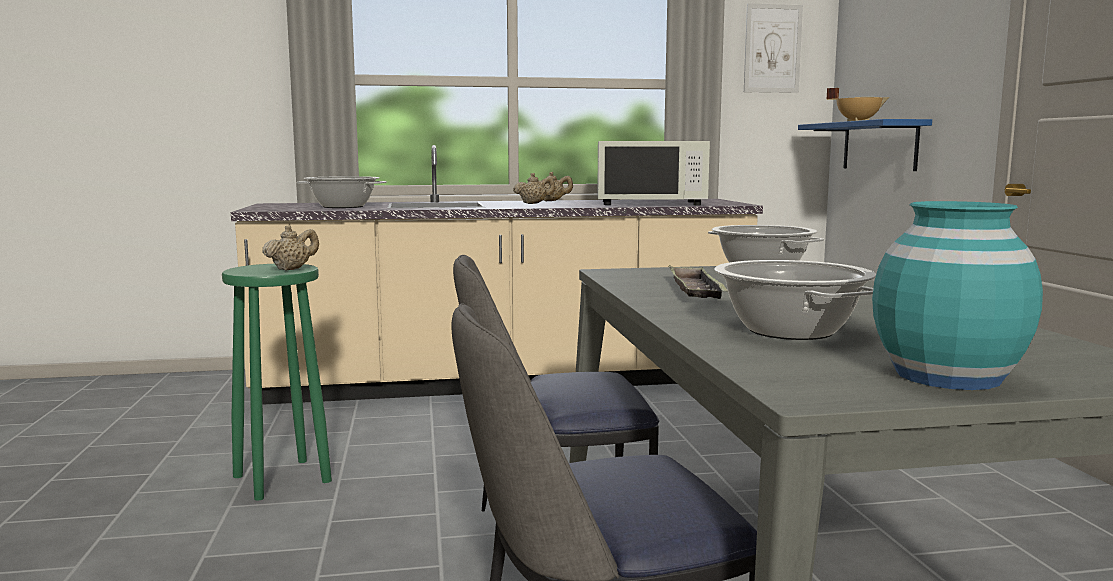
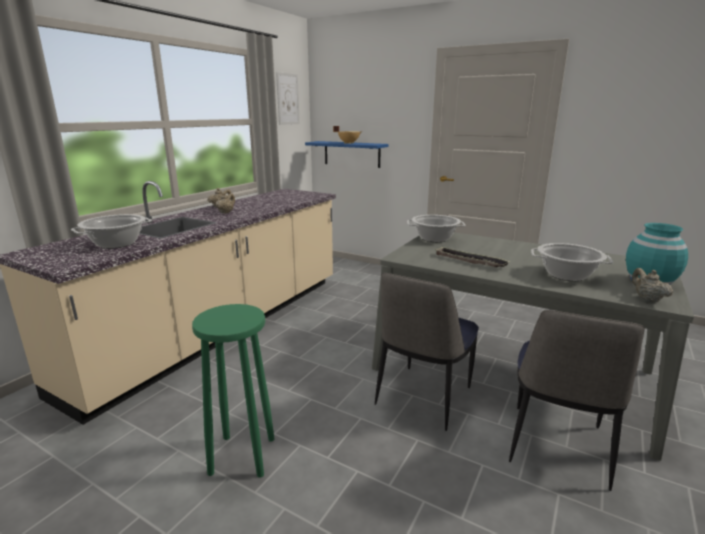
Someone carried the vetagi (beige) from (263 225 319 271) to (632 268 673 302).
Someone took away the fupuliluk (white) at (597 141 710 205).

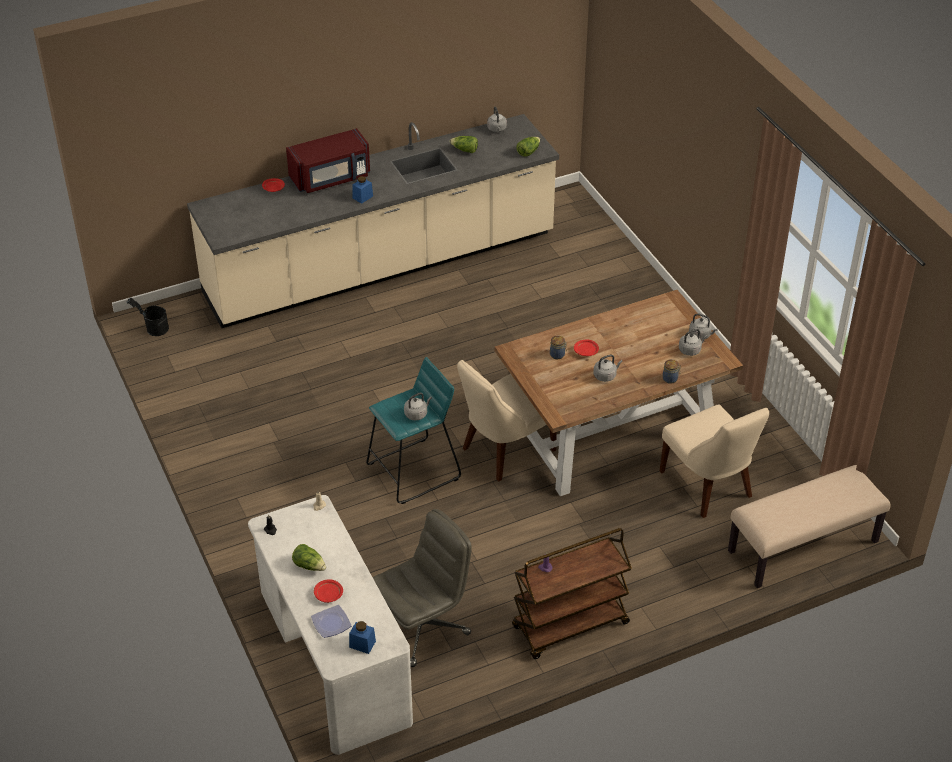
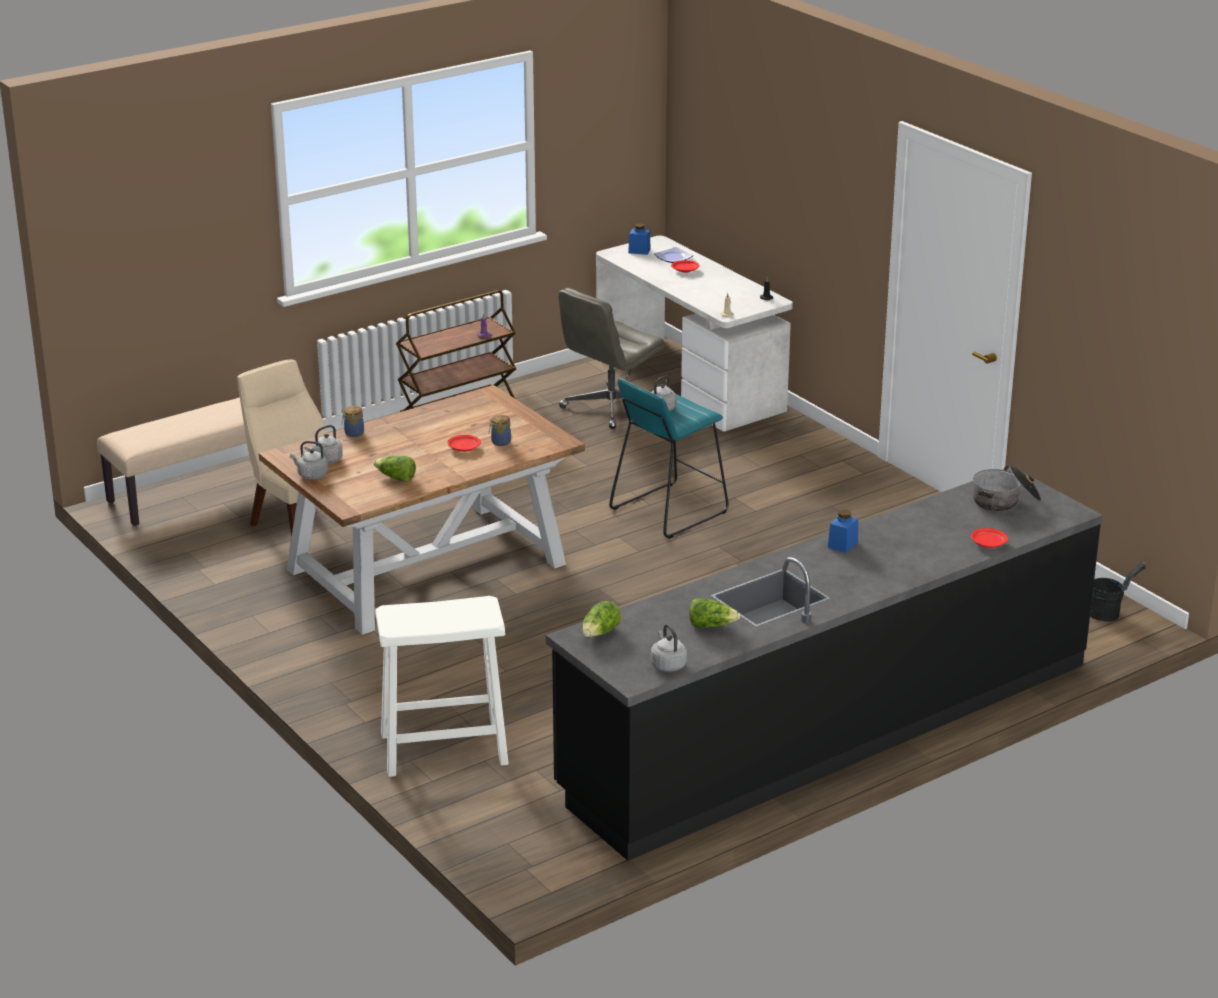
Someone carried the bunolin from (292 544 326 571) to (374 456 416 482).
Someone put down the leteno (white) at (375 596 509 777).
Someone repainted the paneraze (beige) at (187 114 559 328), which became the paneraze (black) at (546 468 1103 861).
Someone put down the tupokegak at (973 465 1041 511).
Someone took away the fupuliluk (red) at (286 128 370 193).
Someone took away the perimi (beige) at (457 360 557 481).
Someone took away the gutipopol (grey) at (593 355 623 382).

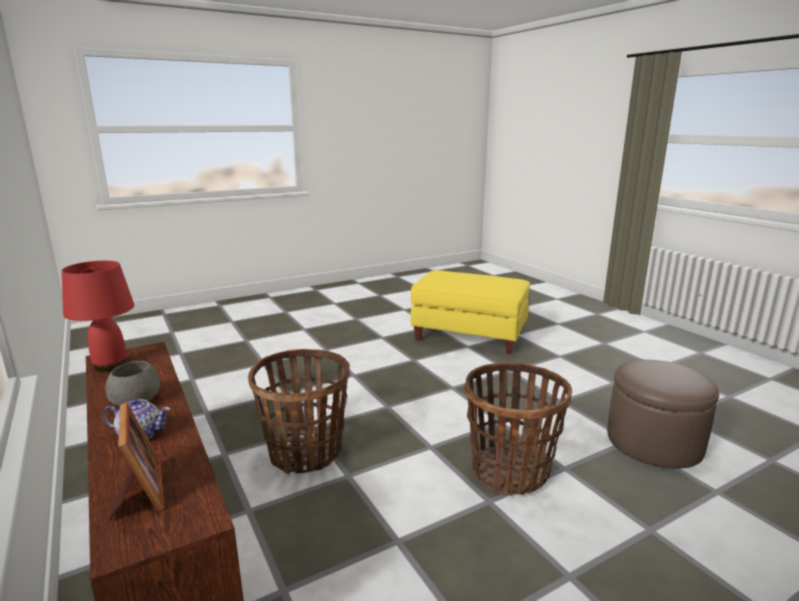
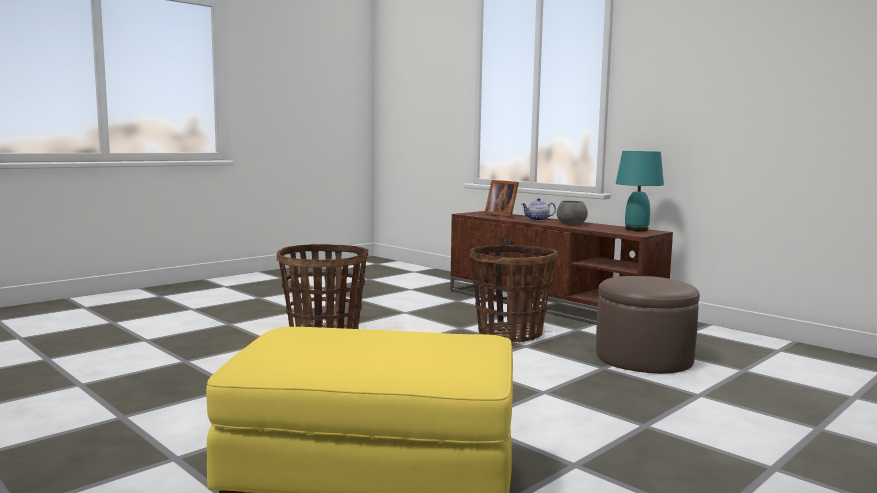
Someone carried the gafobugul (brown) from (607 360 719 469) to (596 276 700 374).
Someone repainted the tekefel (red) at (62 261 134 372), which became the tekefel (turquoise) at (616 151 664 231).

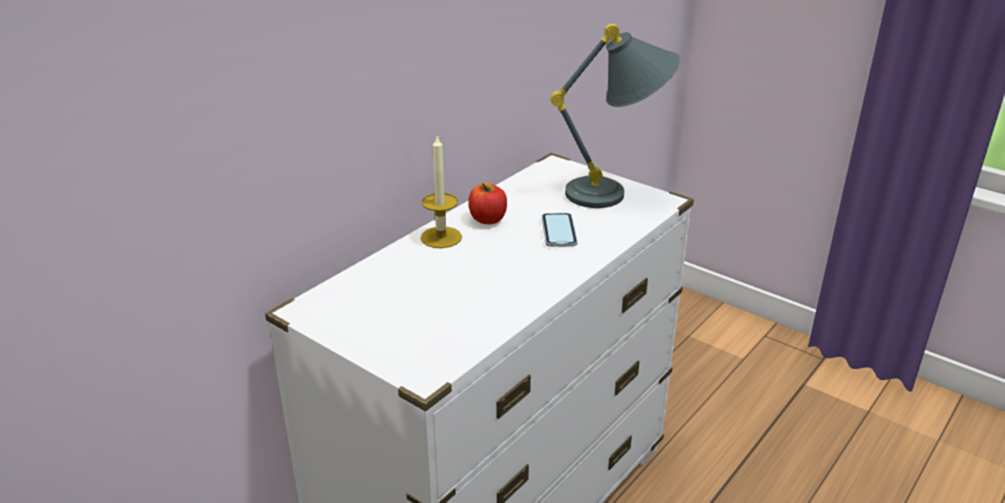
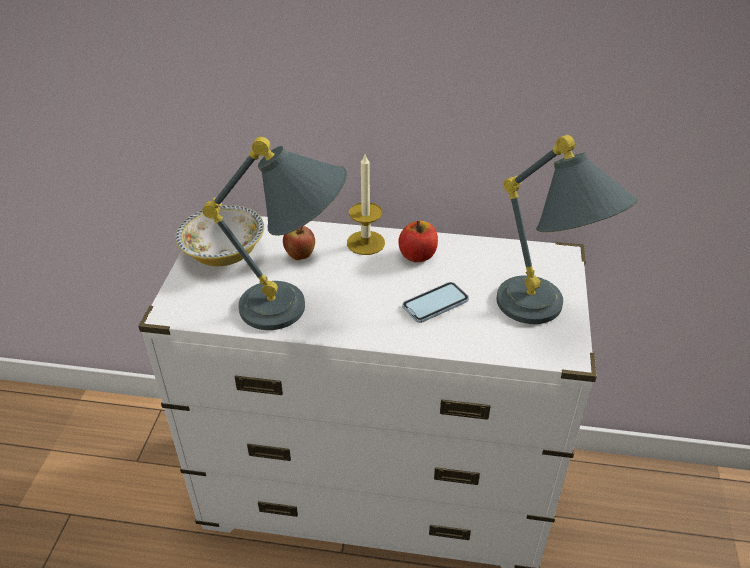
Someone put down the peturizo at (175 205 264 266).
Someone put down the tekefel (grey) at (202 137 347 330).
Someone put down the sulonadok at (283 226 315 260).

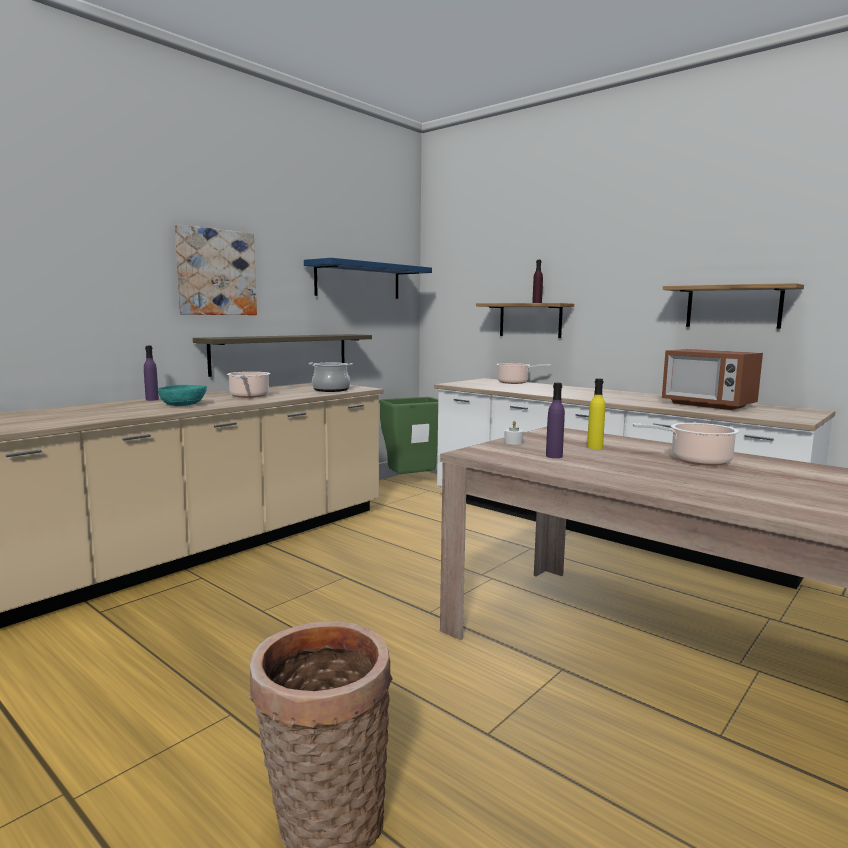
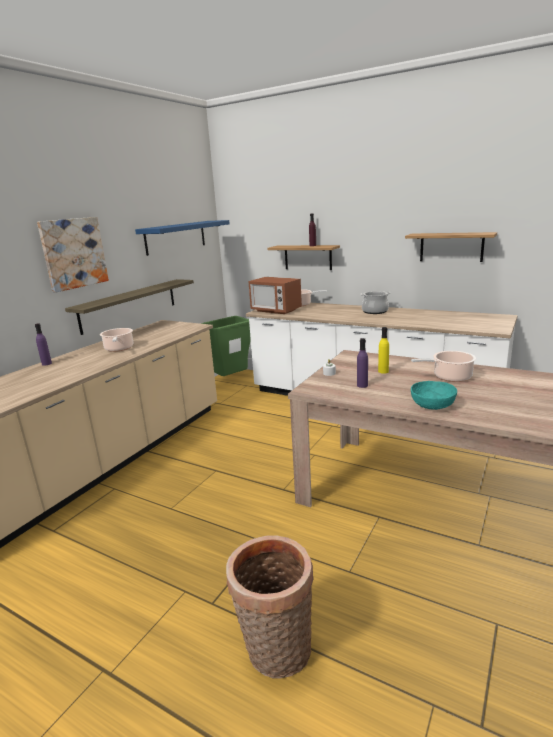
Someone carried the fupuliluk from (662 349 763 410) to (248 277 302 314).
Someone carried the tupokegak from (309 362 353 392) to (360 291 391 314).
Someone carried the peturizo (turquoise) from (158 385 207 406) to (411 381 457 410).

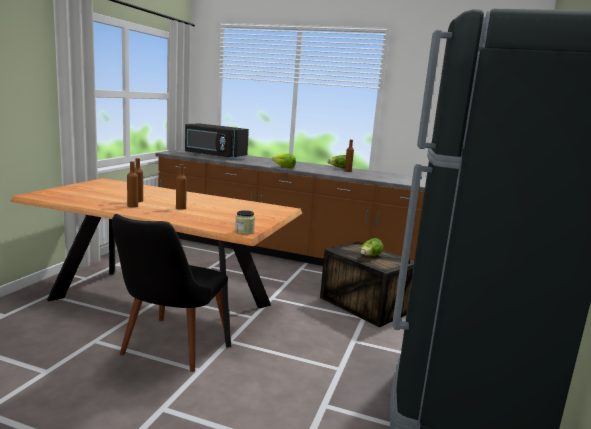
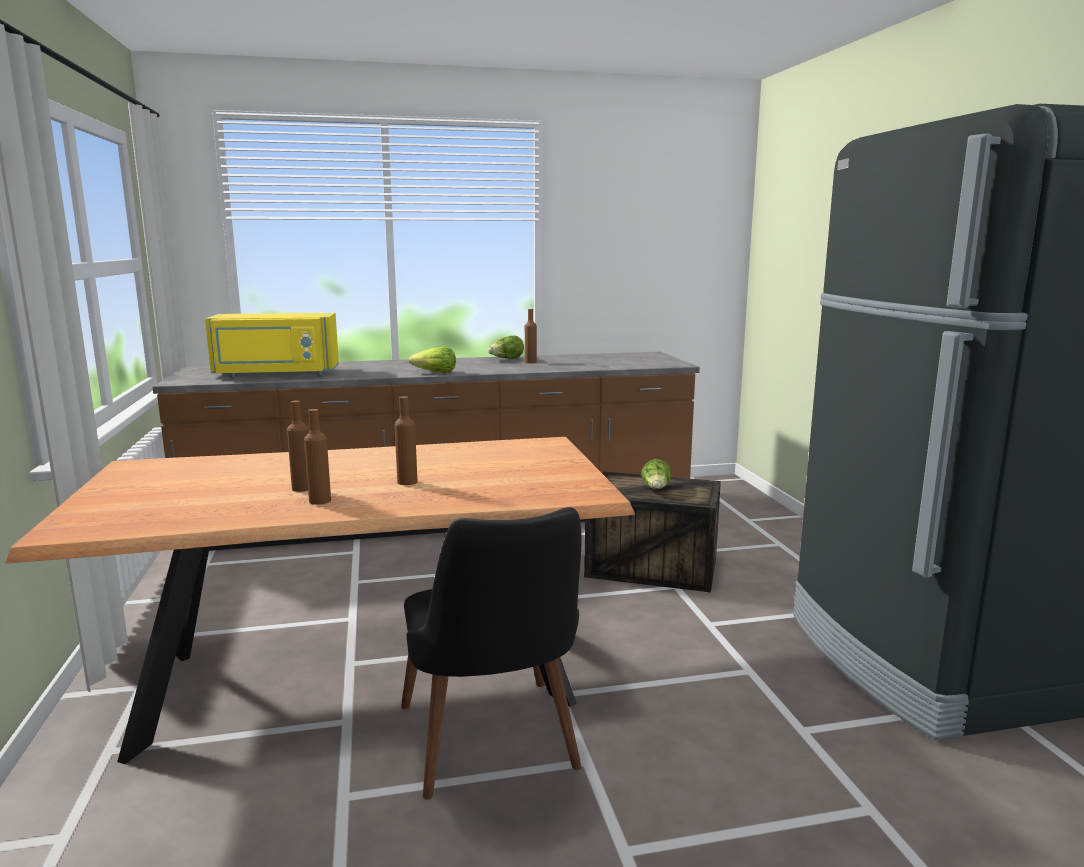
Someone repainted the fupuliluk (black) at (185 123 249 160), which became the fupuliluk (yellow) at (205 313 339 377).
Someone took away the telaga at (235 210 255 235).

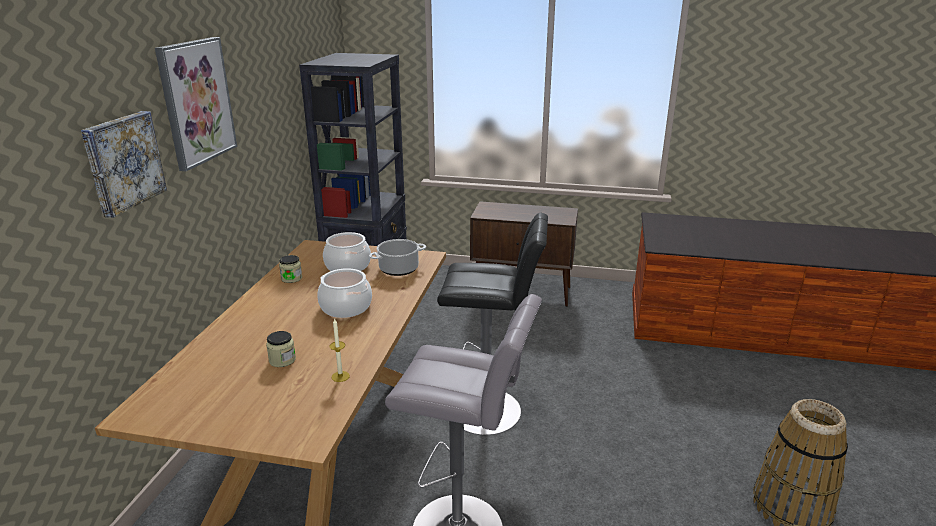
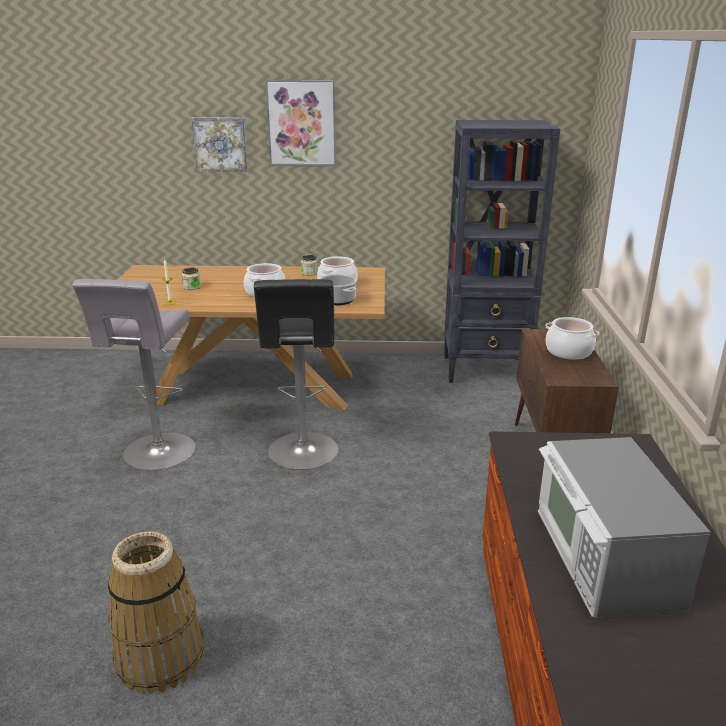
Someone put down the fupuliluk at (538 437 710 618).
Someone put down the tupokegak at (546 317 599 360).

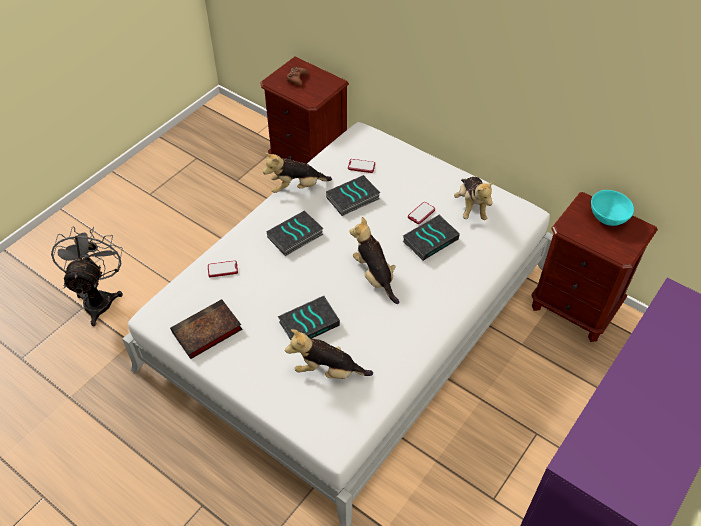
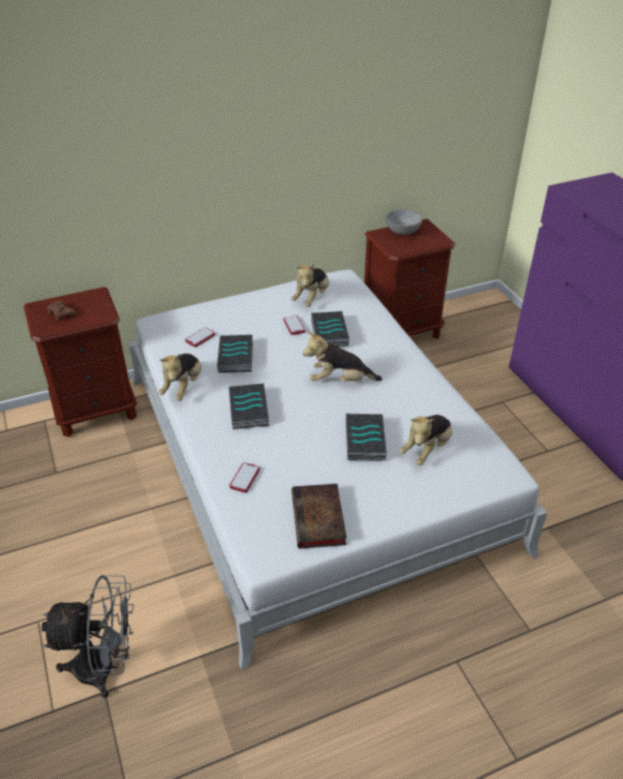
Someone rotated the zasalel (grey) at (51 226 123 326) by 150 degrees clockwise.
Someone rotated the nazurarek at (454 177 494 220) by 90 degrees clockwise.
Someone repainted the peturizo (turquoise) at (591 190 634 226), which became the peturizo (grey) at (386 210 423 235).

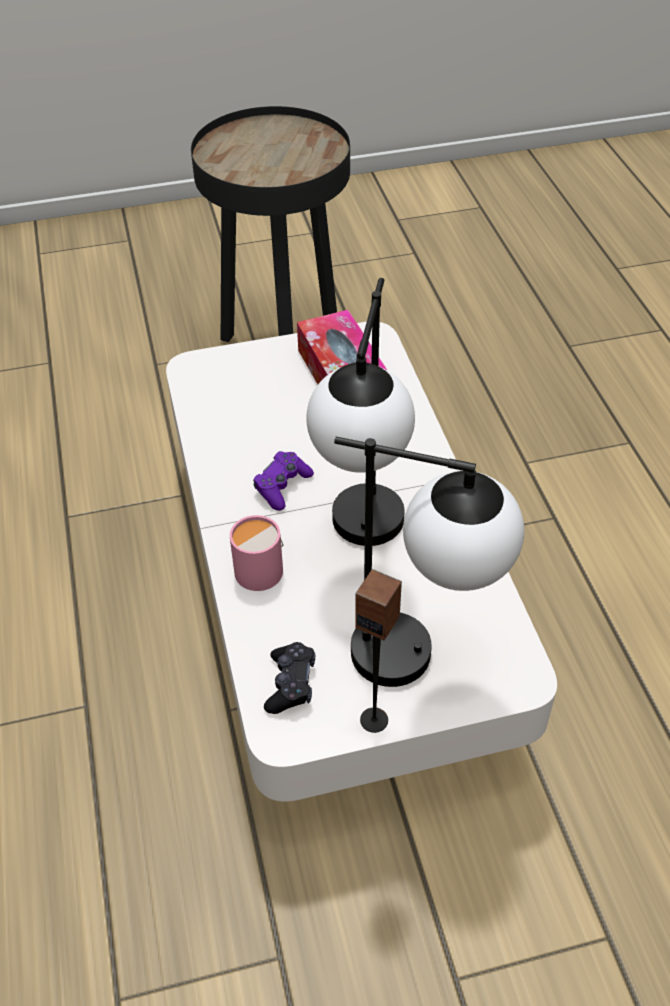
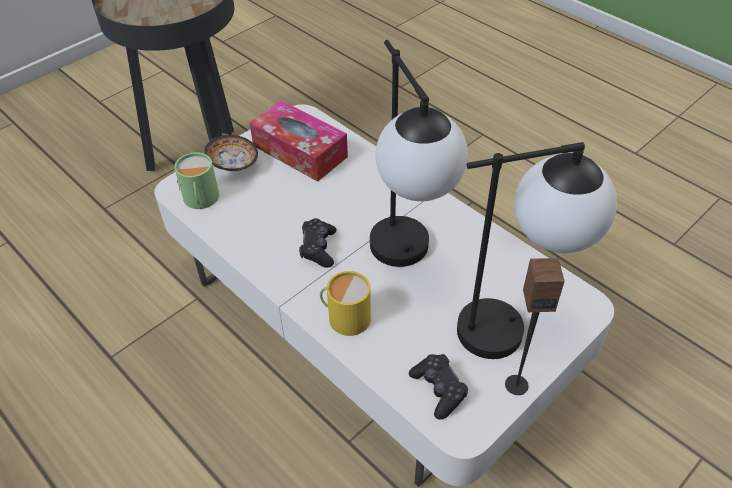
Someone put down the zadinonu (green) at (174 152 219 209).
Someone put down the peturizo at (204 135 258 171).
Someone repainted the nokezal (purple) at (253 451 314 511), which became the nokezal (black) at (299 218 337 268).
Someone repainted the zadinonu (pink) at (230 515 283 591), which became the zadinonu (yellow) at (320 271 371 336).

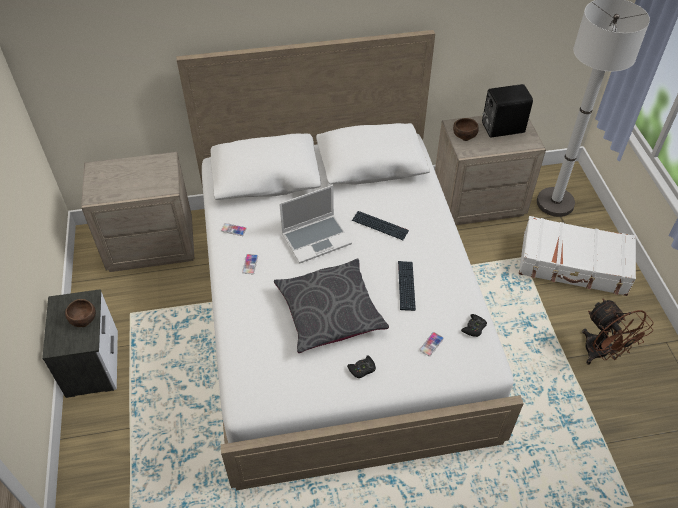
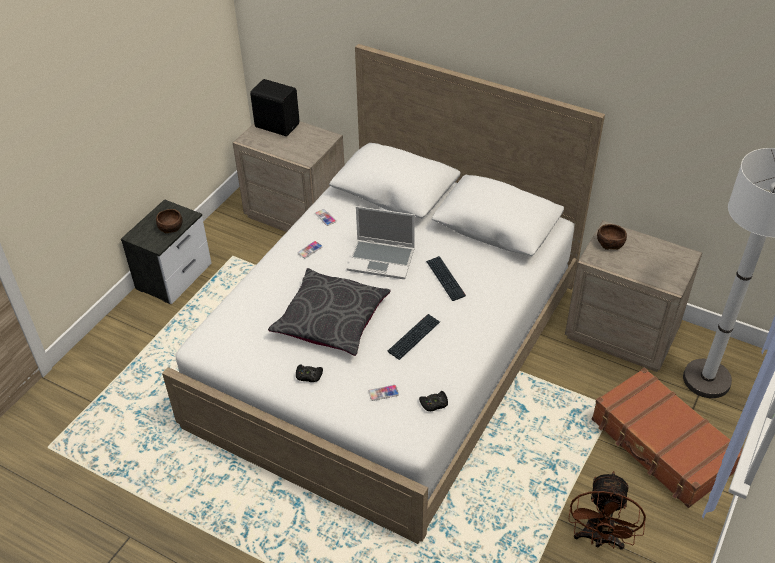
Someone carried the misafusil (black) from (482 84 533 138) to (250 79 299 136).
Someone repainted the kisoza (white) at (519 216 636 296), which became the kisoza (brown) at (592 368 743 508).

